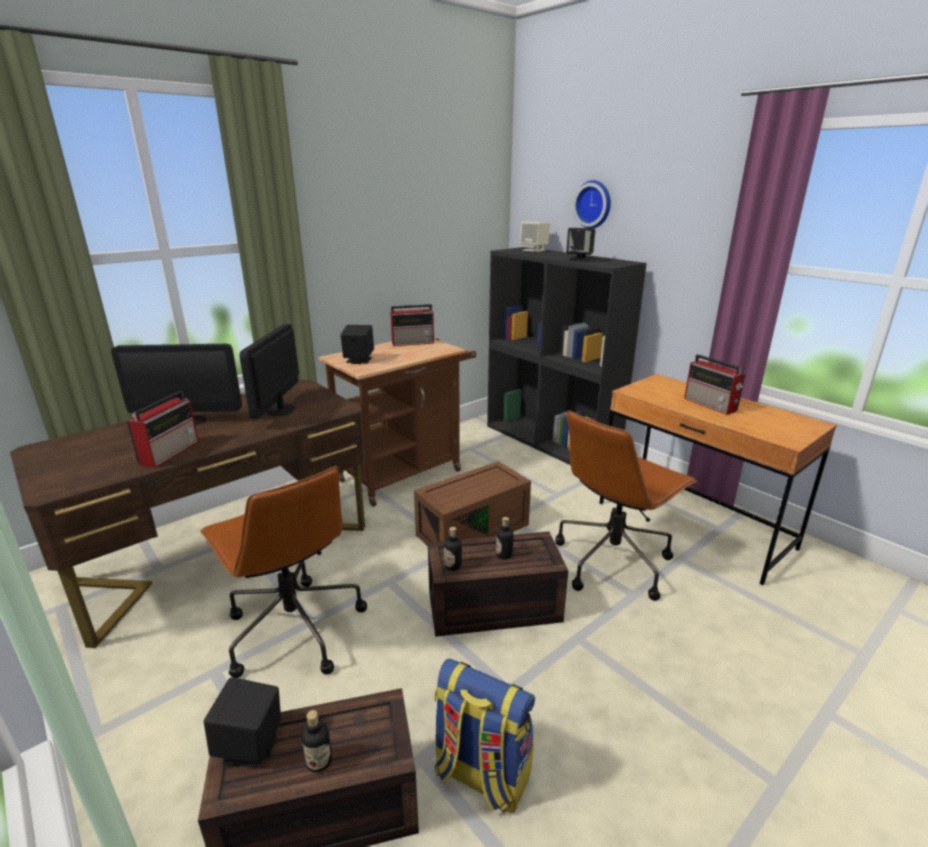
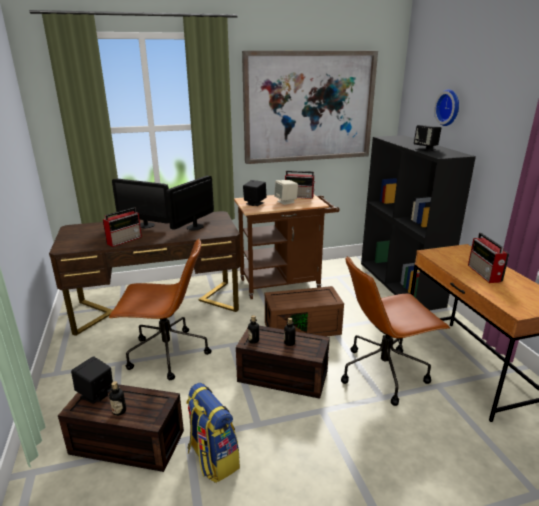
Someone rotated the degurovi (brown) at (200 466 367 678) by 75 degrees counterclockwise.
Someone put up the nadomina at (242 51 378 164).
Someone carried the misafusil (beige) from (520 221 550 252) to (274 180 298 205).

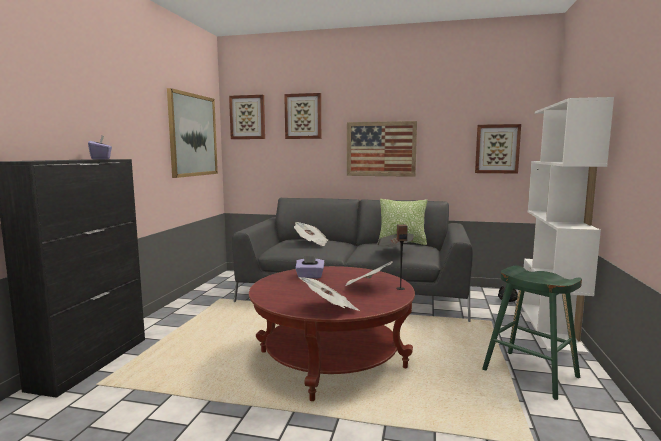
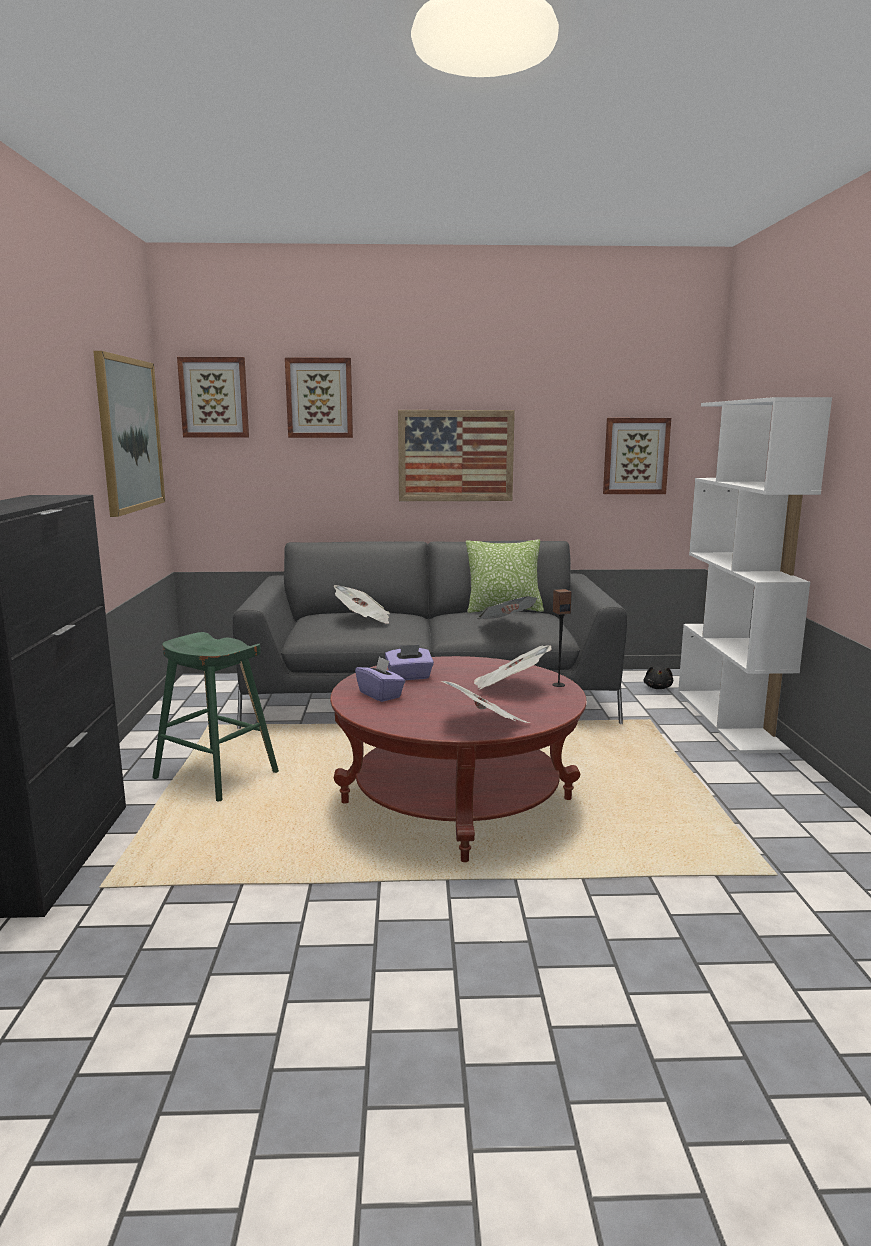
Someone carried the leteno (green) from (482 265 582 400) to (152 632 279 801).
Someone carried the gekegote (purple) from (88 136 112 159) to (355 656 405 702).

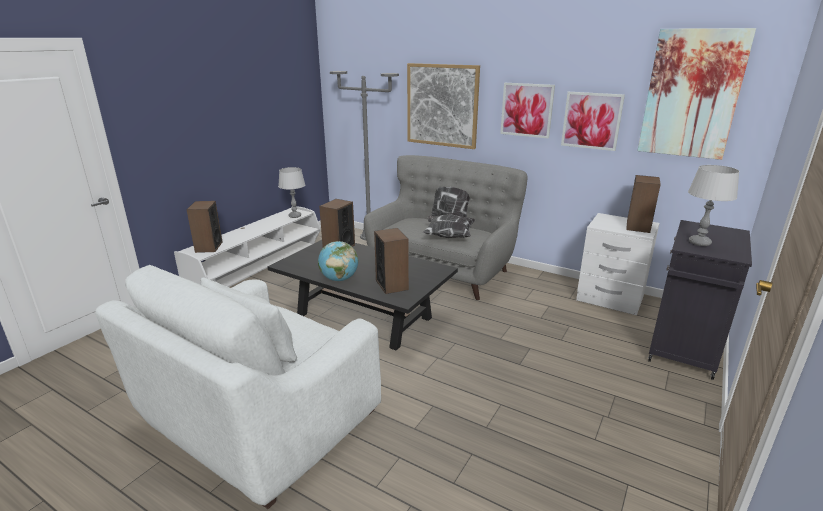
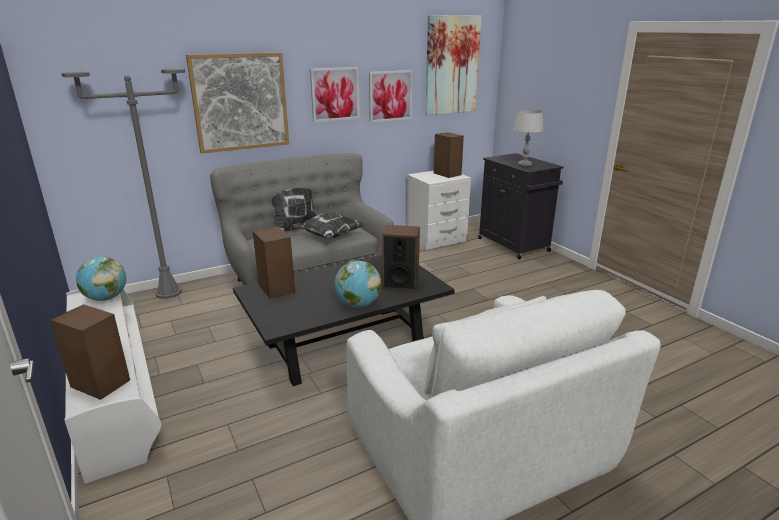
Someone swapped the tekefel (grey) at (278 167 305 218) for the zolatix at (76 256 126 301).

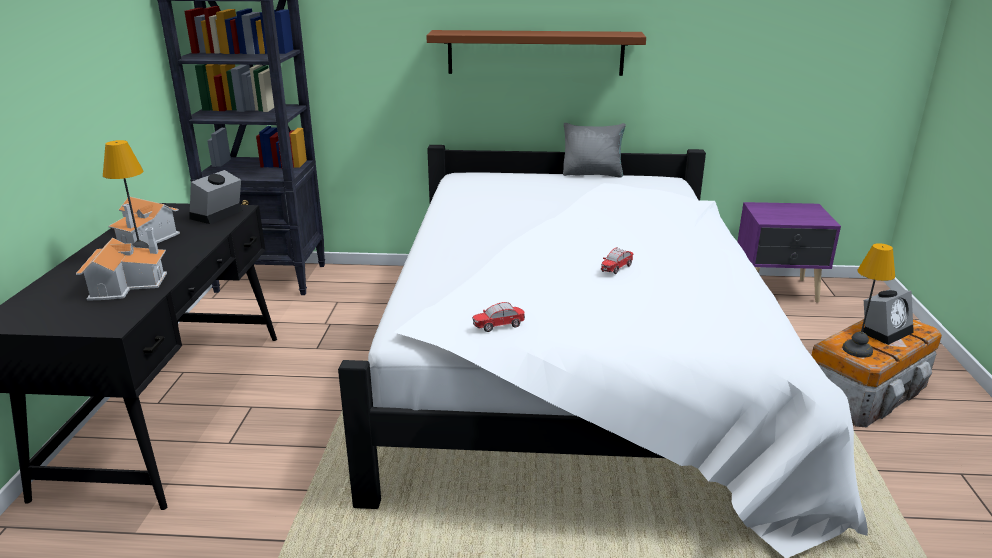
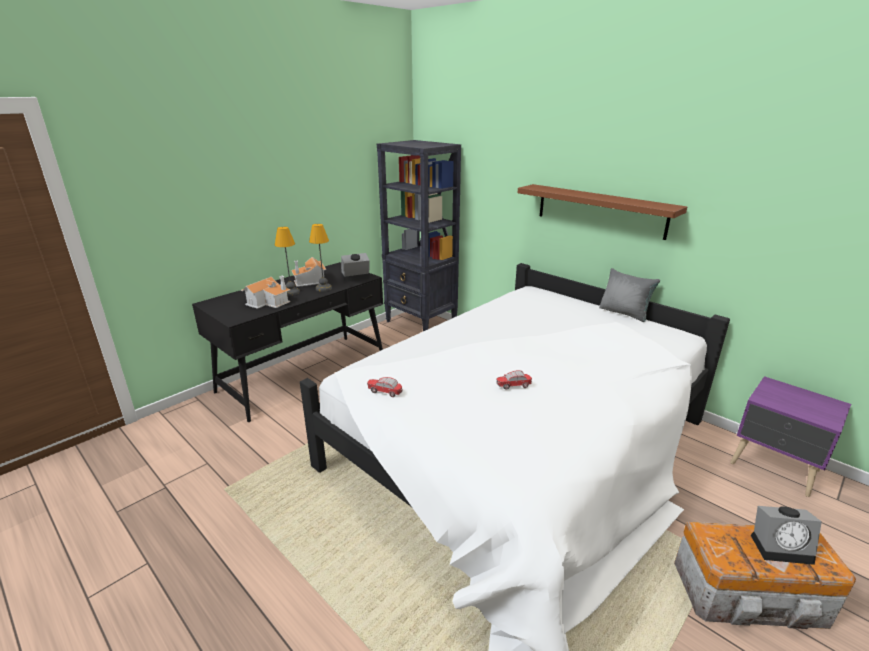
Someone carried the tekefel from (842 243 895 358) to (309 224 332 292).

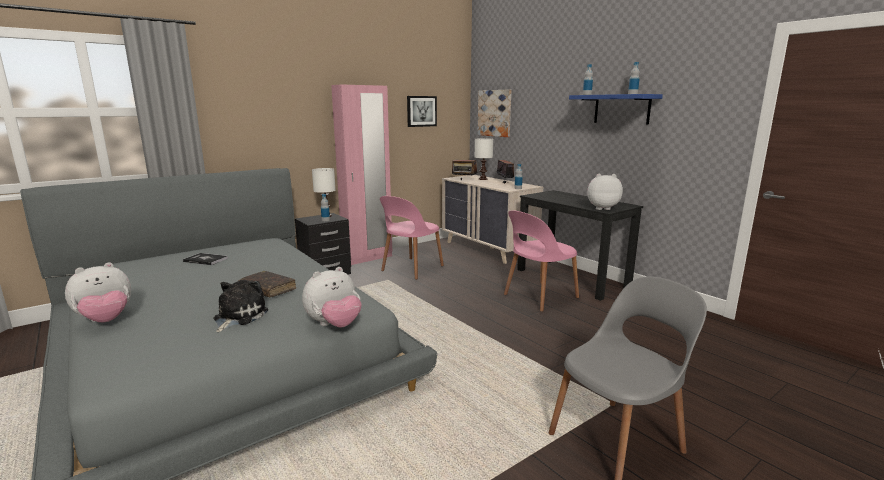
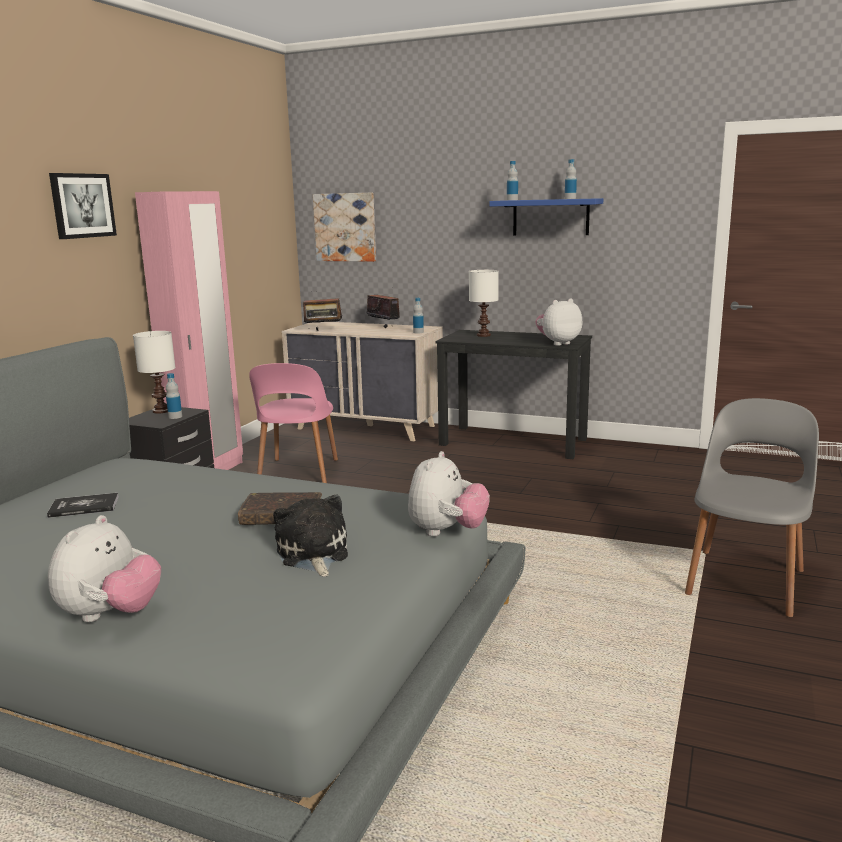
Someone carried the nadomina from (407 96 437 127) to (49 173 117 239).
Someone carried the tekefel (white) from (475 138 493 180) to (469 270 499 337).
Someone took away the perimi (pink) at (504 210 579 312).

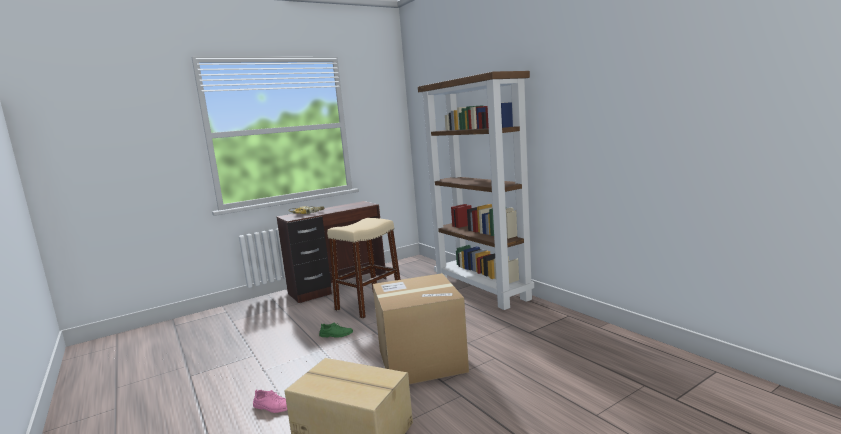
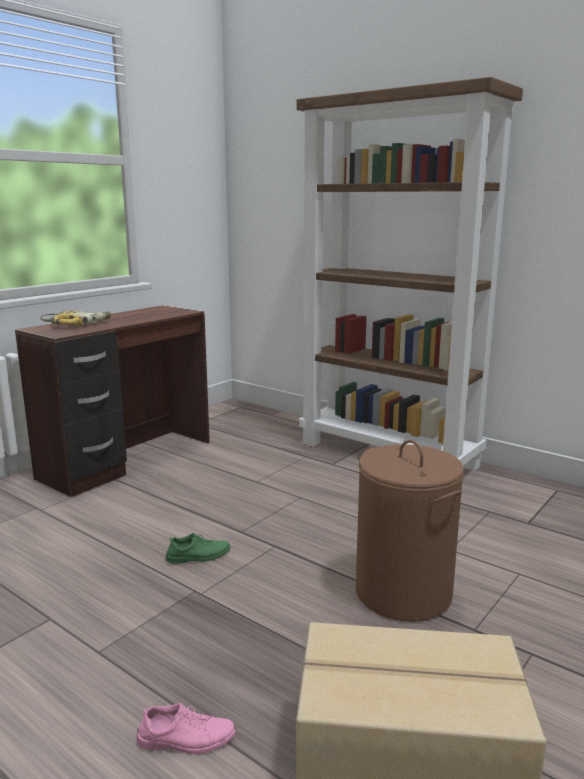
Someone swapped the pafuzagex at (373 273 469 384) for the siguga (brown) at (356 440 464 622).
Someone took away the leteno (beige) at (327 218 401 319).

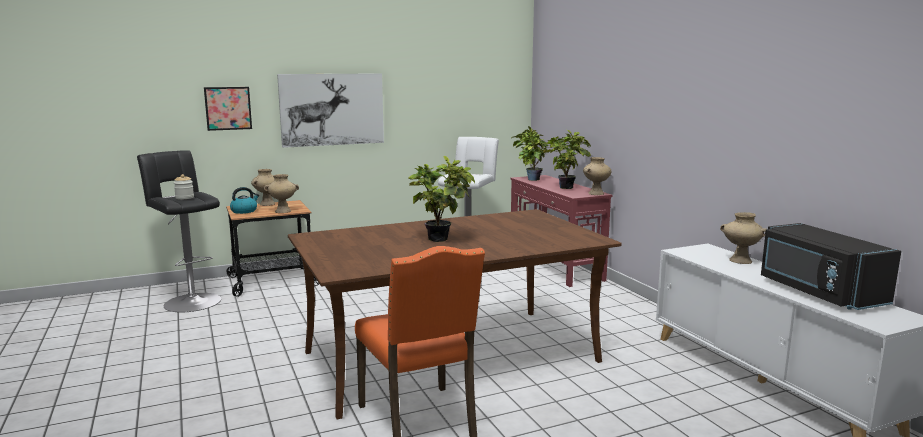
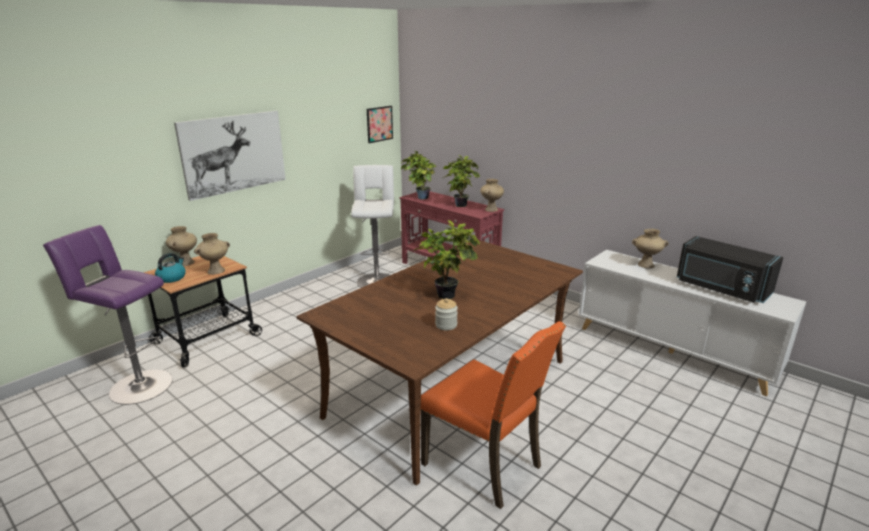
Someone repainted the leteno (black) at (137 150 221 312), which became the leteno (purple) at (43 225 173 405).
Someone carried the nadomina from (204 87 252 131) to (367 106 393 143).
Someone carried the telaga from (174 174 194 199) to (435 298 458 330).

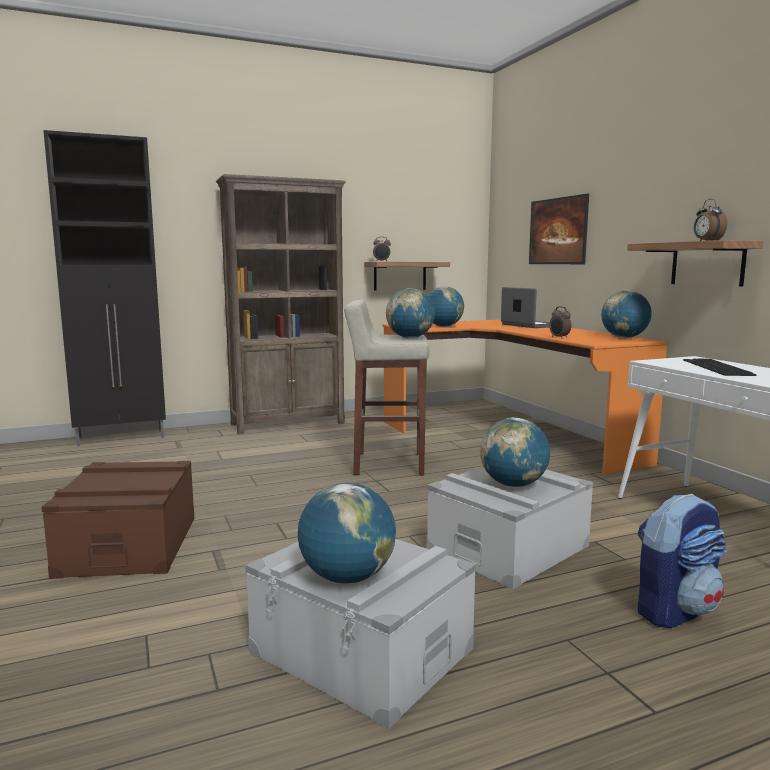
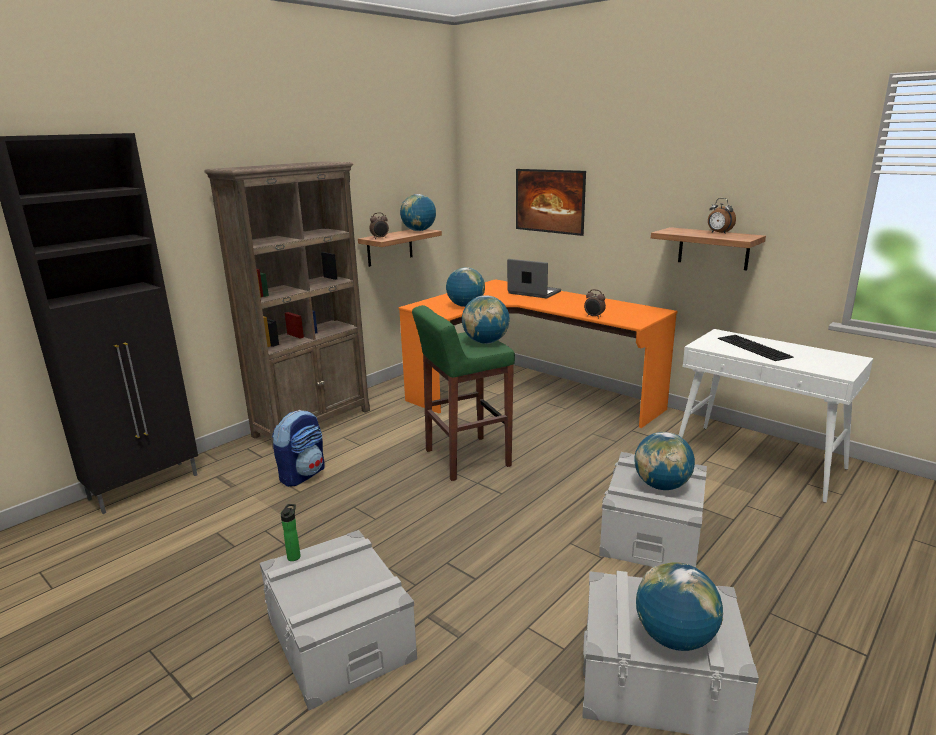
Someone repainted the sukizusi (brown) at (41 461 194 579), which became the sukizusi (grey) at (260 530 417 710).
Someone carried the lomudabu from (637 494 727 628) to (272 410 325 487).
Someone put down the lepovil at (281 504 301 561).
Someone carried the zolatix from (601 291 652 338) to (400 194 436 231).
Someone repainted the leteno (beige) at (344 300 429 476), which became the leteno (green) at (412 305 515 481).

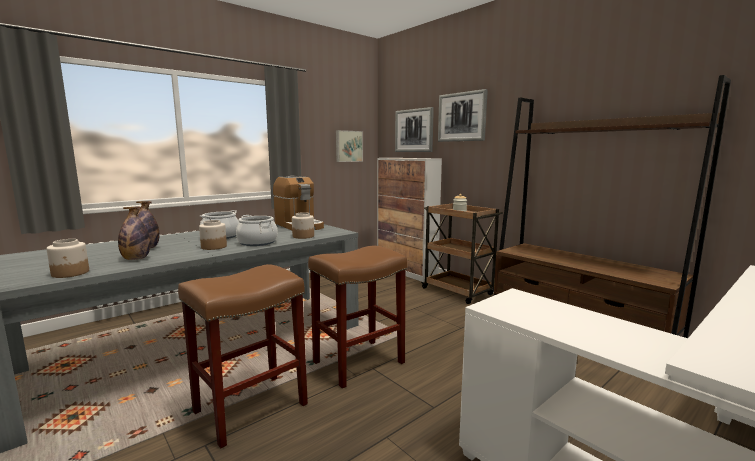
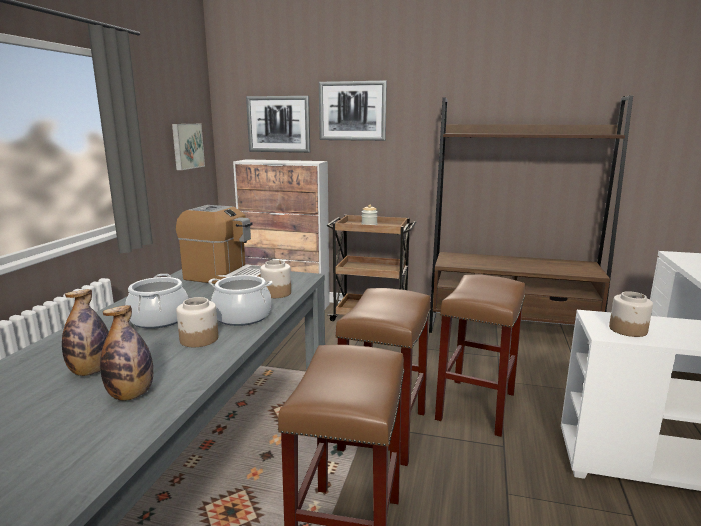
Someone put down the leteno (brown) at (435 275 525 437).
Someone carried the telaga from (46 239 89 278) to (609 291 653 337).

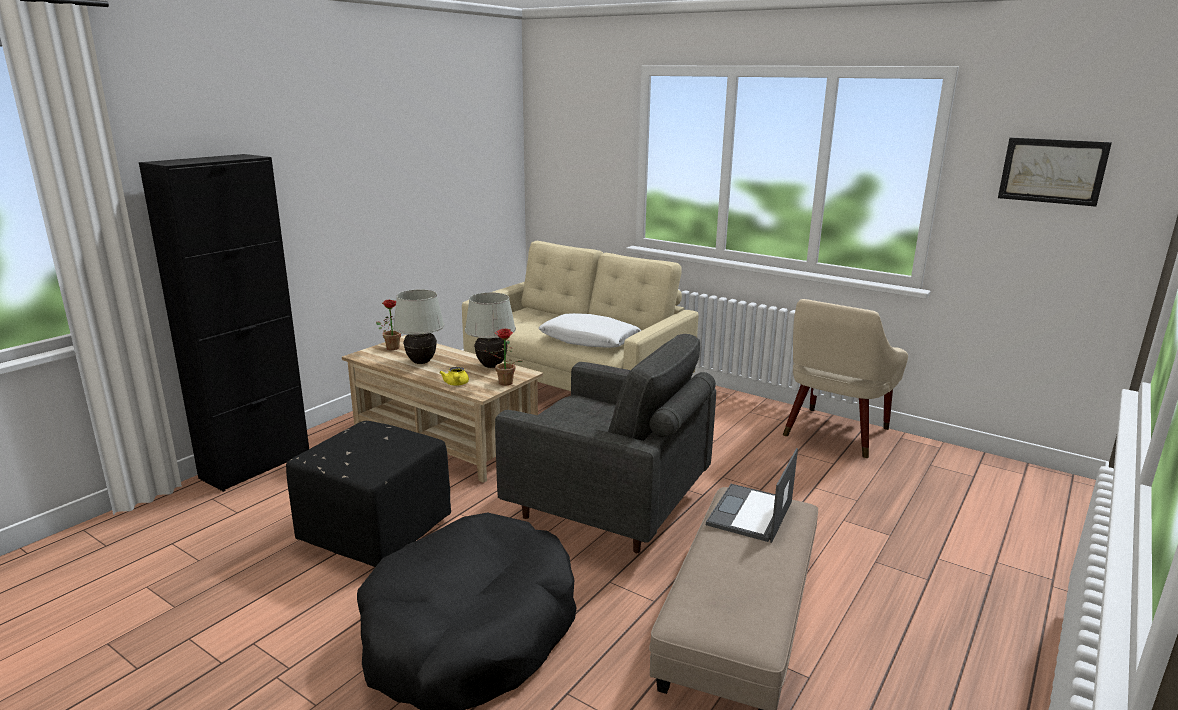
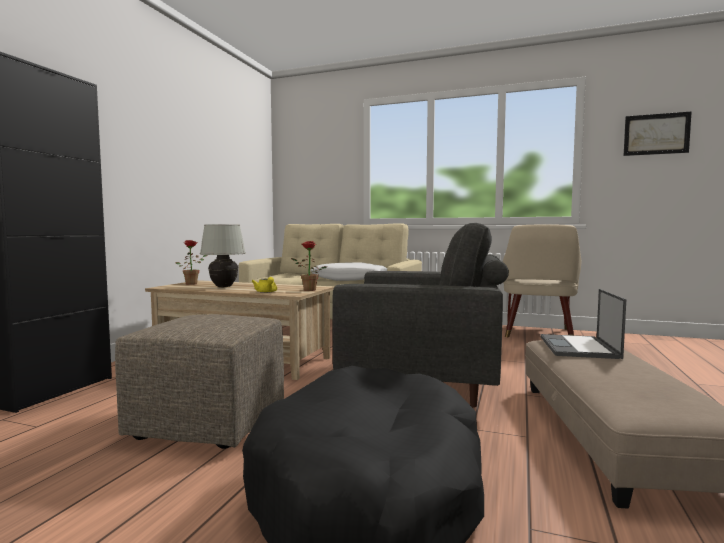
Someone repainted the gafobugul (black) at (286 421 451 567), which became the gafobugul (beige) at (115 314 284 449).
Someone took away the tekefel (white) at (465 292 516 368).

